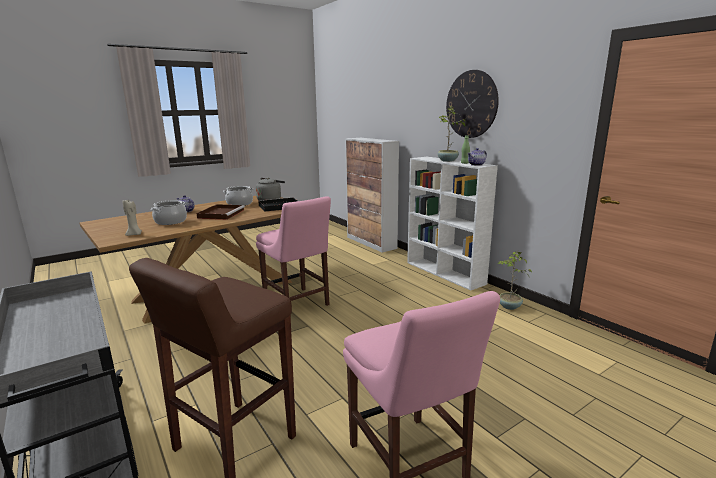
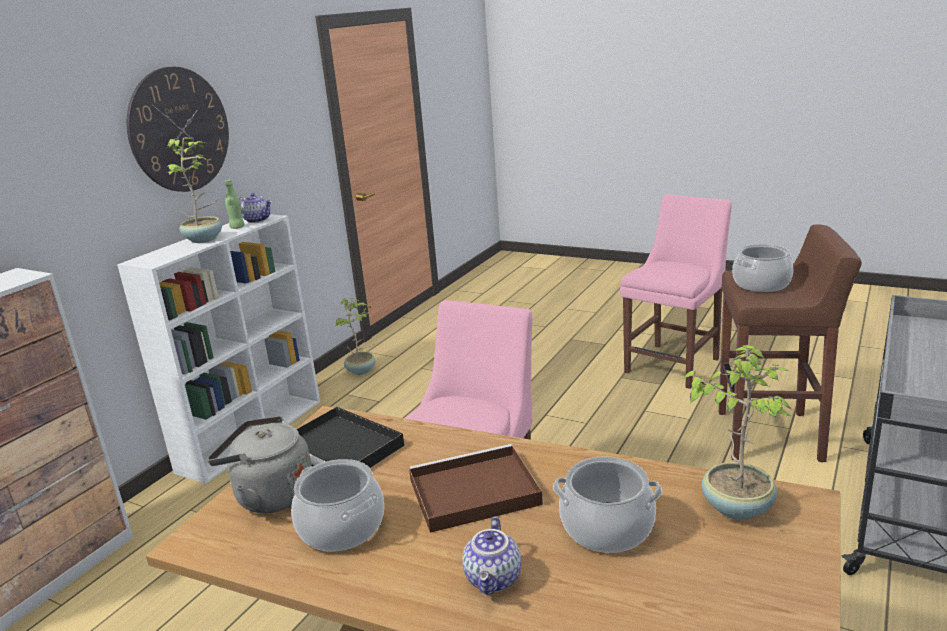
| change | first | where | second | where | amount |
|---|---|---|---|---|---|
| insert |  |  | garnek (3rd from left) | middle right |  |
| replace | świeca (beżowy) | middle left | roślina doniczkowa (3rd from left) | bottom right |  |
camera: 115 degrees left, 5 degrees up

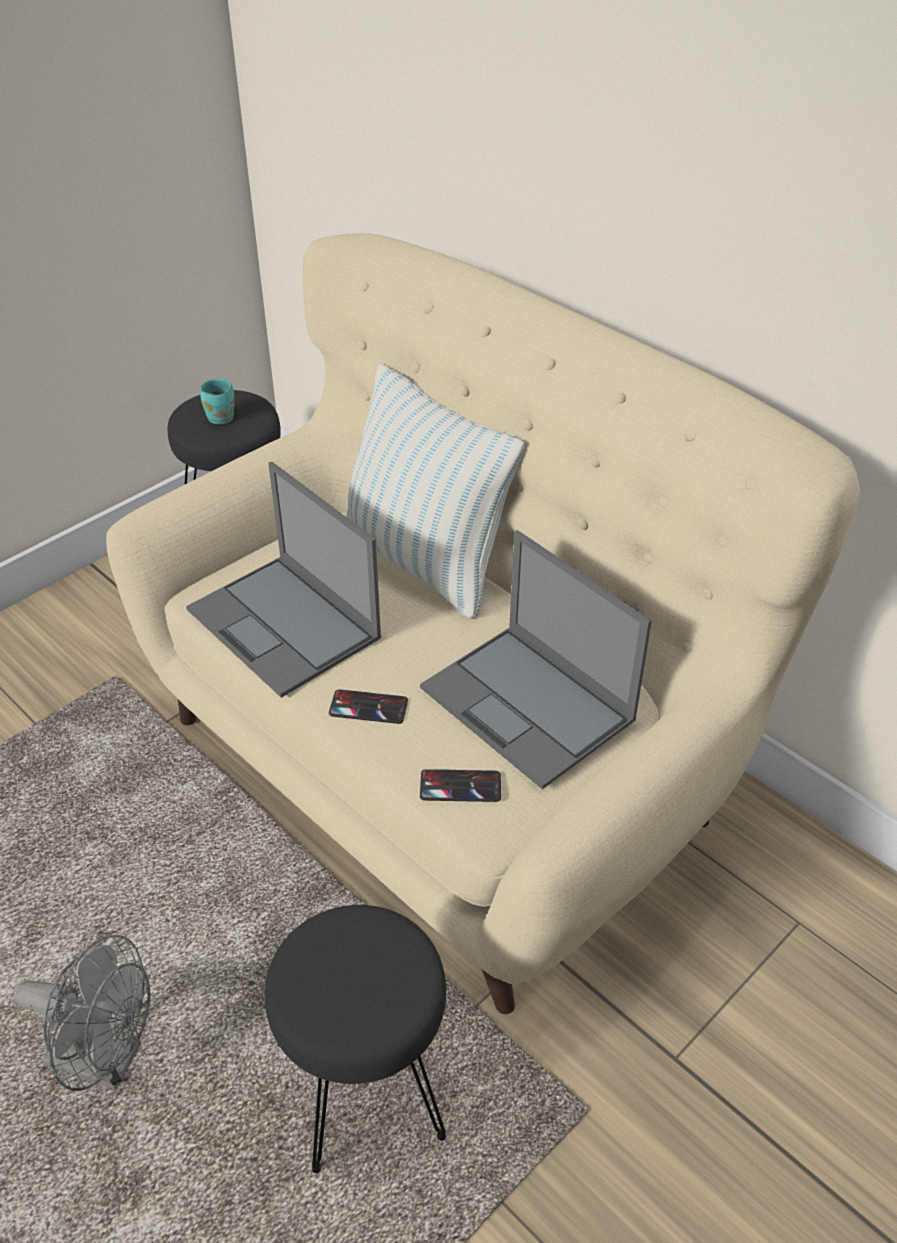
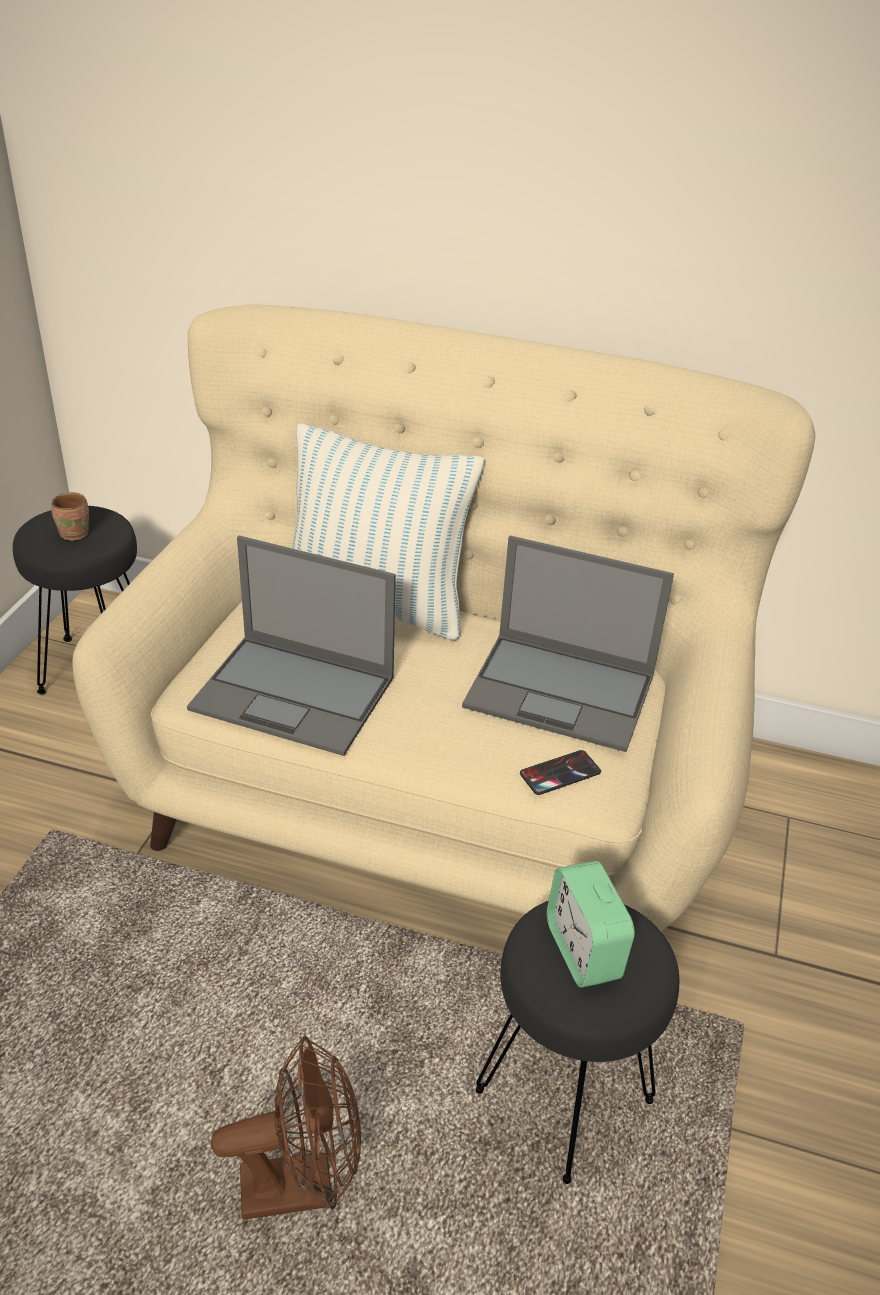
| change | first | where | second | where | amount |
|---|---|---|---|---|---|
| delete | telefon (1st from left) | centre |  |  |  |
| insert |  |  | budzik | bottom right |  |
| recolor | wentylator (szary) | bottom left | wentylator (brązowy) | bottom left |  |
| recolor | kubek (turkusowy) | top left | kubek (brązowy) | middle left |  |
camera: 30 degrees left, 5 degrees down

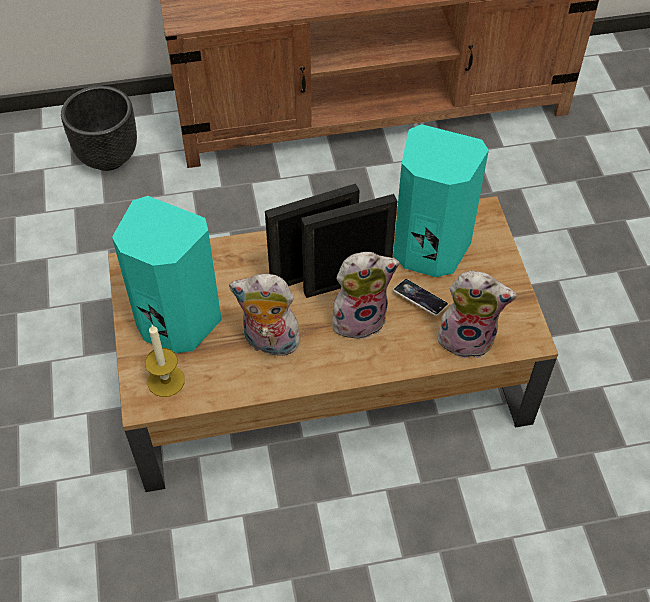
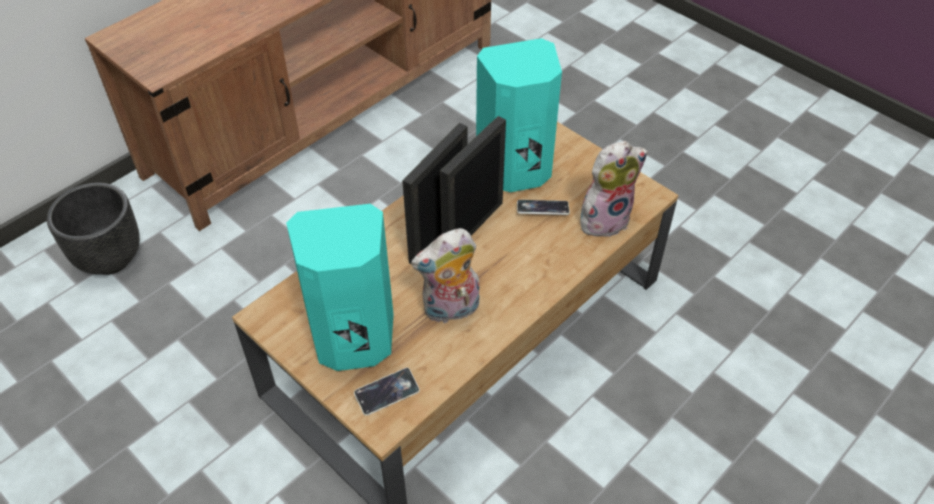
| change | first | where | second | where | amount |
|---|---|---|---|---|---|
| delete | pluszak (2nd from left) | centre |  |  |  |
| replace | świeca | middle left | telefon (1st from left) | bottom centre |  |
camera: 35 degrees left, 5 degrees down

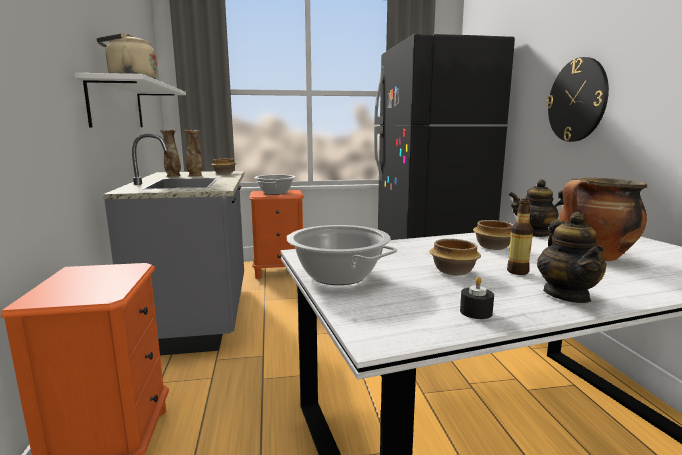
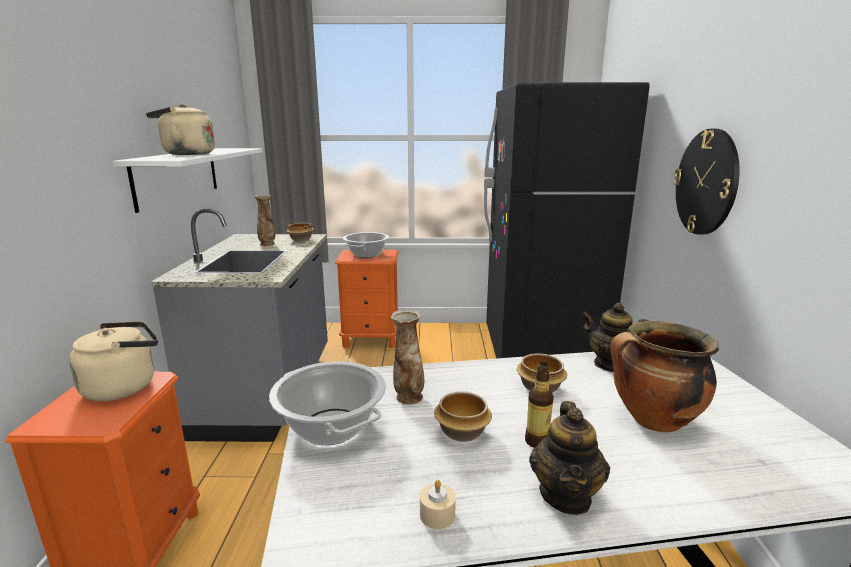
| change | first | where | second | where | amount |
|---|---|---|---|---|---|
| insert |  |  | czajnik (beżowy) (1st from left) | middle left |  |
| move | wazon (1st from left in the first image) | middle left | wazon (2nd from left) | centre |  |
| recolor | świeca (czarny) | middle right | świeca (beżowy) | bottom centre |  |
camera: 10 degrees right, 5 degrees up

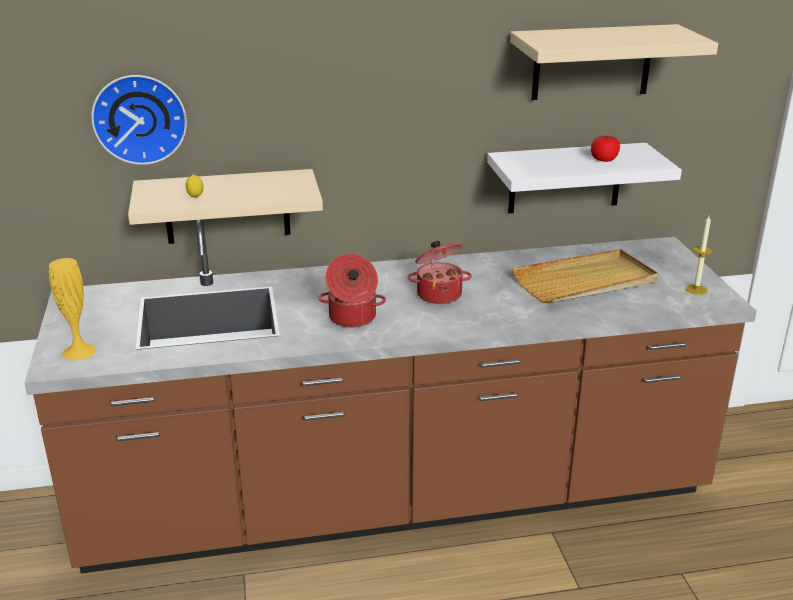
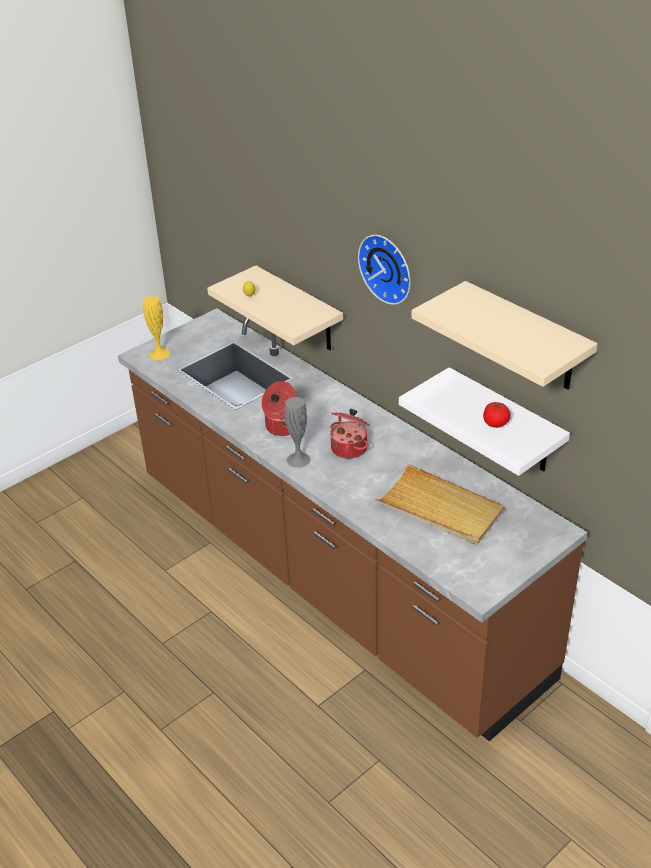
| change | first | where | second | where | amount |
|---|---|---|---|---|---|
| delete | świeca | middle right |  |  |  |
| insert |  |  | wazon (szary) | centre |  |
| move | zegar ścienny | top left |  | top centre |  |
camera: 60 degrees right, 10 degrees up

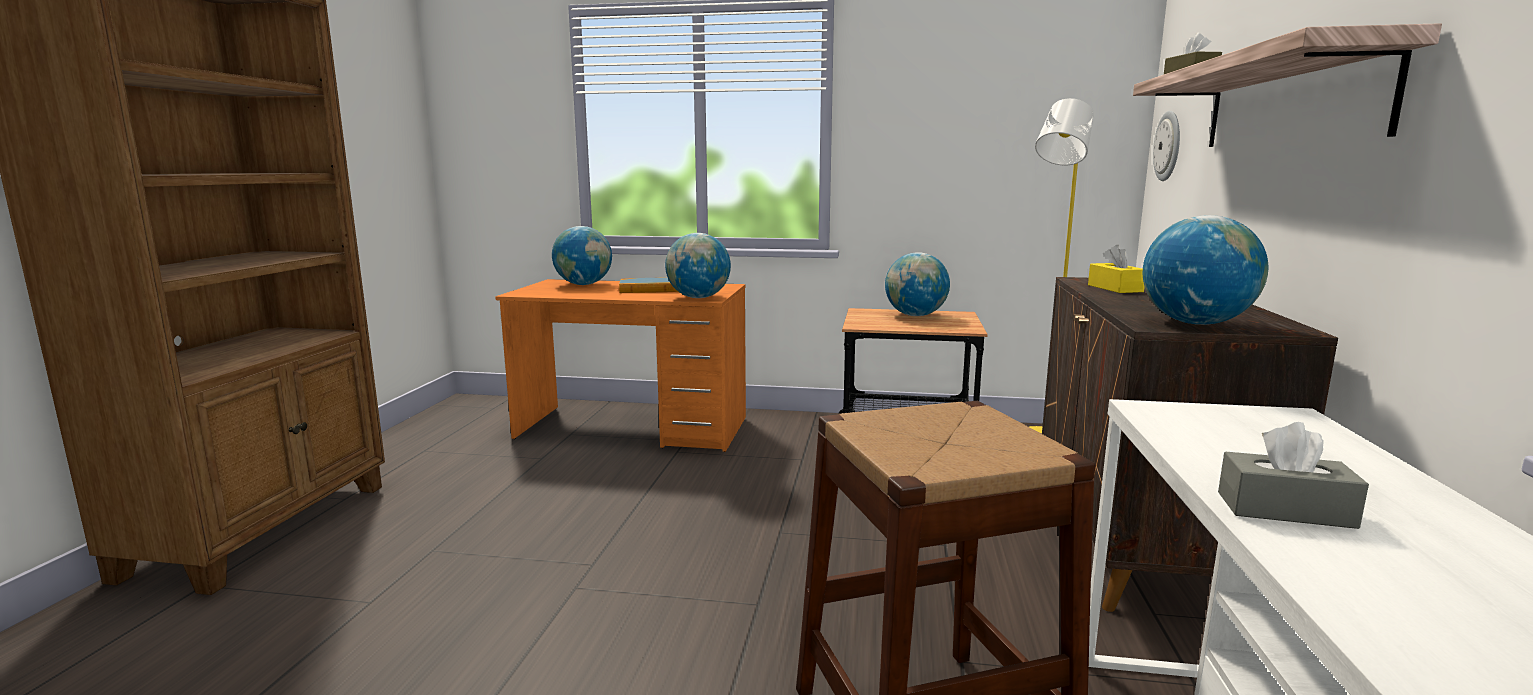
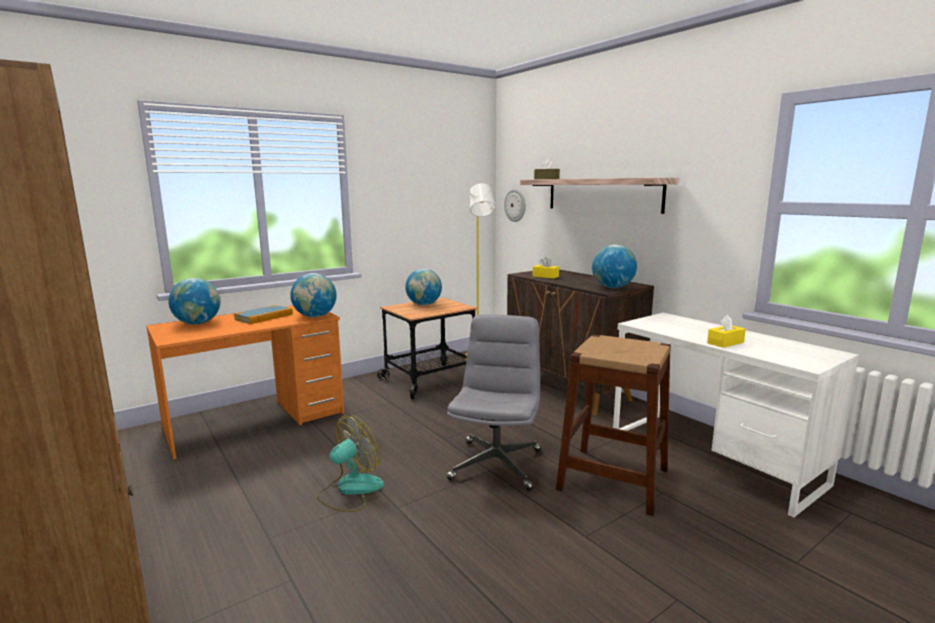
| change | first | where | second | where | amount |
|---|---|---|---|---|---|
| insert |  |  | wentylator | bottom centre |  |
| insert |  |  | krzesło biurowe (szary) | centre |  |
| recolor | pudełko chusteczek (szary) | bottom right | pudełko chusteczek (żółty) (2nd from left) | middle right |  |
camera: 45 degrees left, 0 degrees up

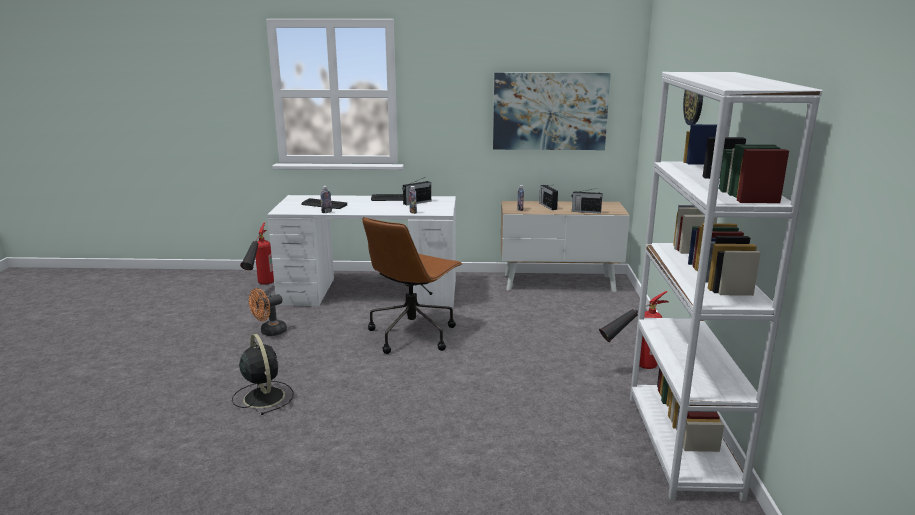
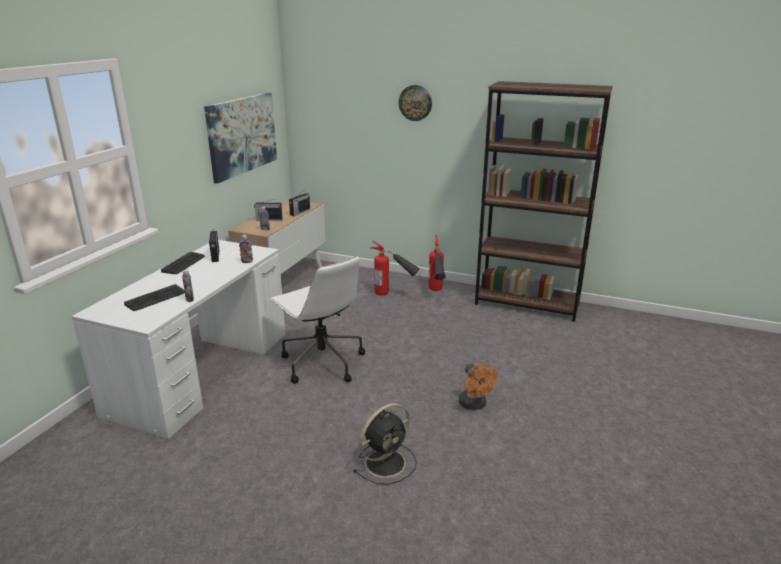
| change | first | where | second | where | amount |
|---|---|---|---|---|---|
| move | gaśnica (1st from left) | middle left |  | centre |  |
| move | wentylator (pomarańczowy) | middle left |  | bottom centre |  |
| recolor | krzesło biurowe (brązowy) | centre | krzesło biurowe (biały) | centre |  |
| recolor | regał (biały) | middle right | regał (brązowy) | middle right |  |
| rotate | wentylator (czarny) | bottom left |  | bottom centre | 150 degrees clockwise |
camera: 70 degrees left, 5 degrees up

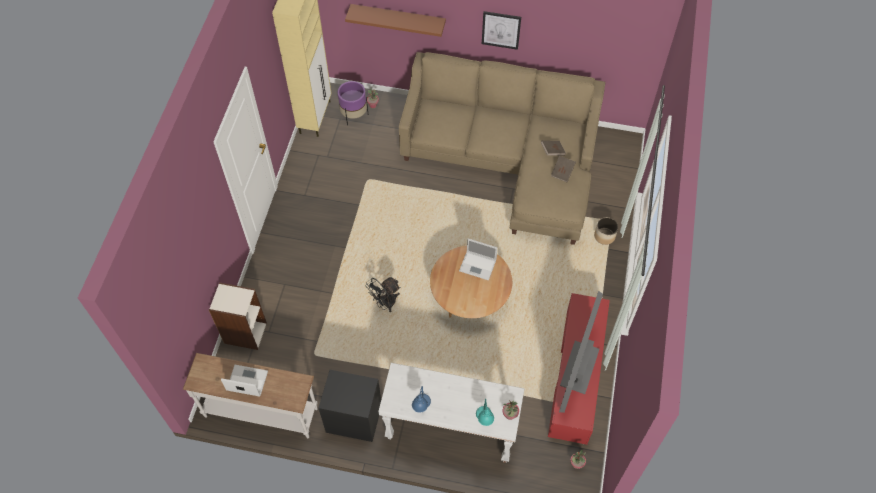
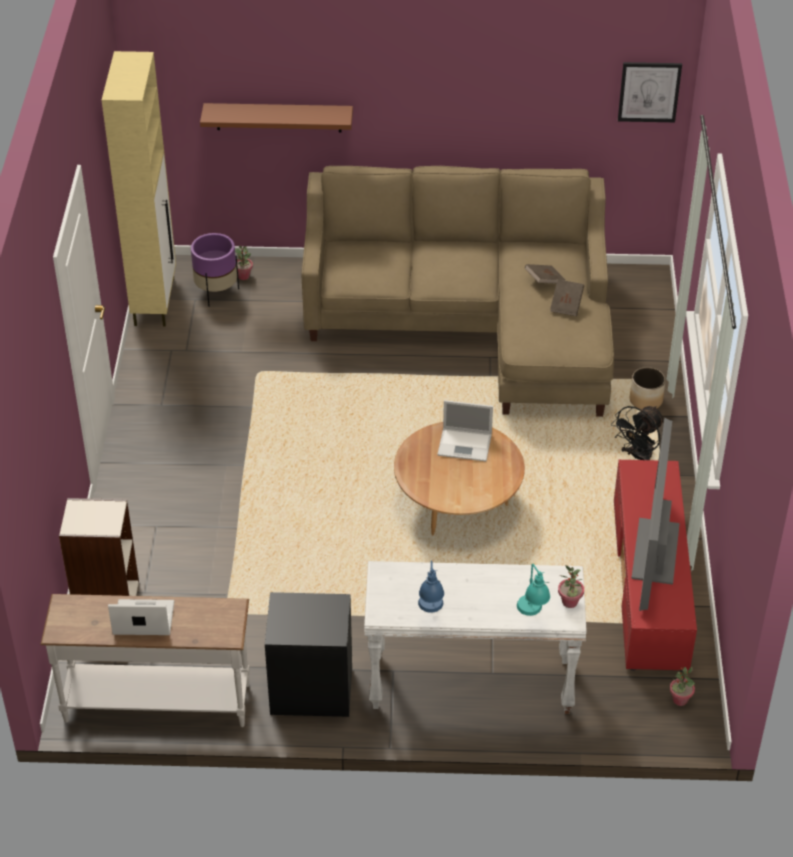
| change | first | where | second | where | amount |
|---|---|---|---|---|---|
| move | wentylator (czarny) | centre |  | middle right |  |
| move | obraz | top centre |  | top right |  |
camera: 10 degrees left, 15 degrees down

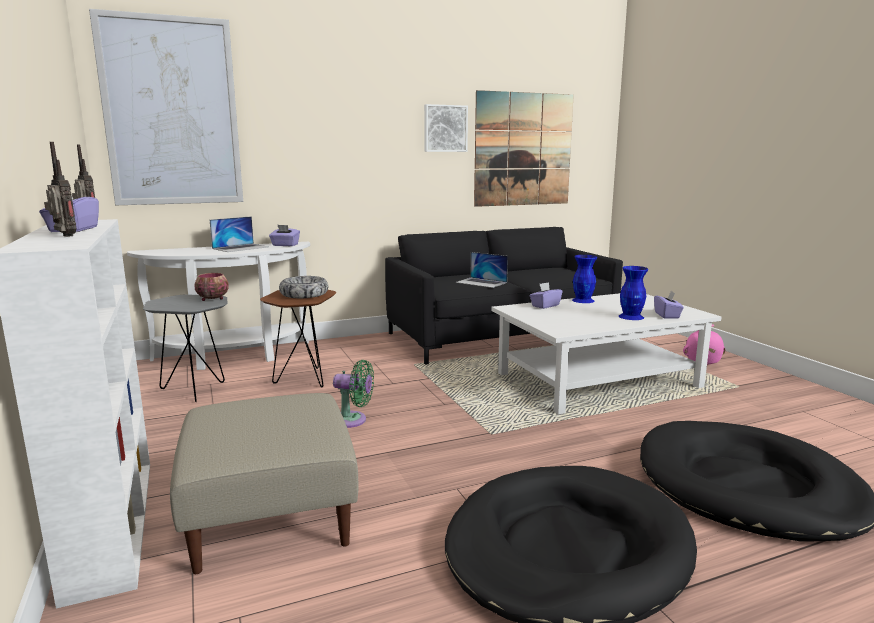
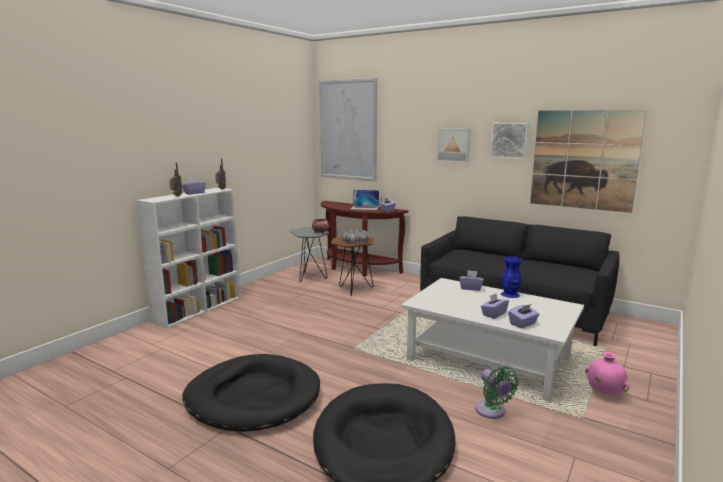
| change | first | where | second | where | amount |
|---|---|---|---|---|---|
| delete | pufa (beżowy) | bottom left |  |  |  |
| delete | laptop (2nd from left) | centre |  |  |  |
| insert |  |  | obraz (2nd from left) | top centre |  |
| move | wentylator (zielony) | centre |  | bottom right |  |
| replace | wazon (niebieski) (2nd from left) | middle right | pudełko chusteczek (fioletowy) (4th from left) | middle right |  |
| recolor | stolik konsolowy (biały) | middle left | stolik konsolowy (brązowy) | centre |  |
camera: 55 degrees right, 0 degrees up

